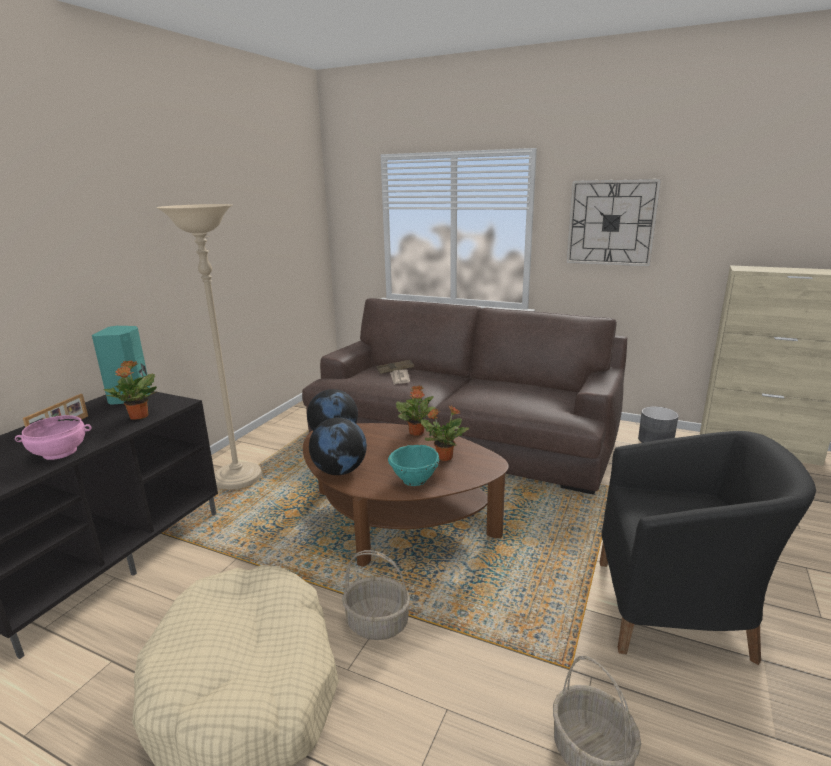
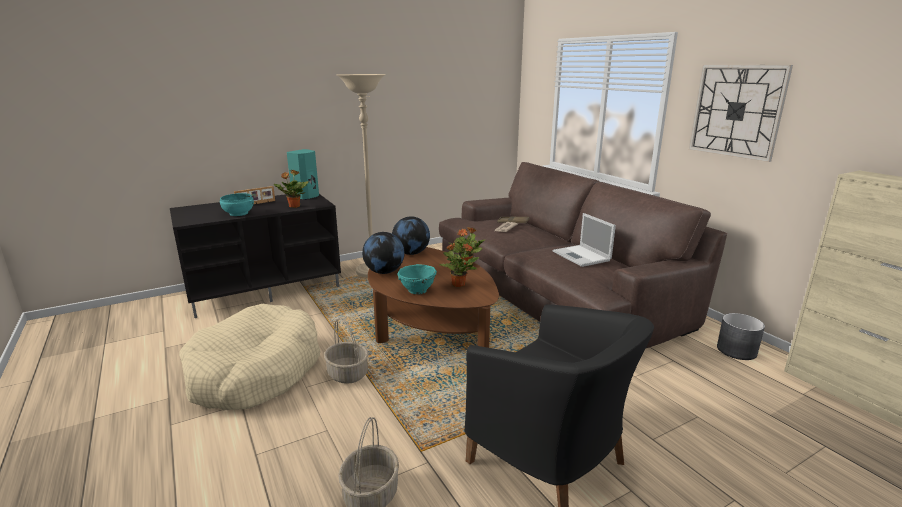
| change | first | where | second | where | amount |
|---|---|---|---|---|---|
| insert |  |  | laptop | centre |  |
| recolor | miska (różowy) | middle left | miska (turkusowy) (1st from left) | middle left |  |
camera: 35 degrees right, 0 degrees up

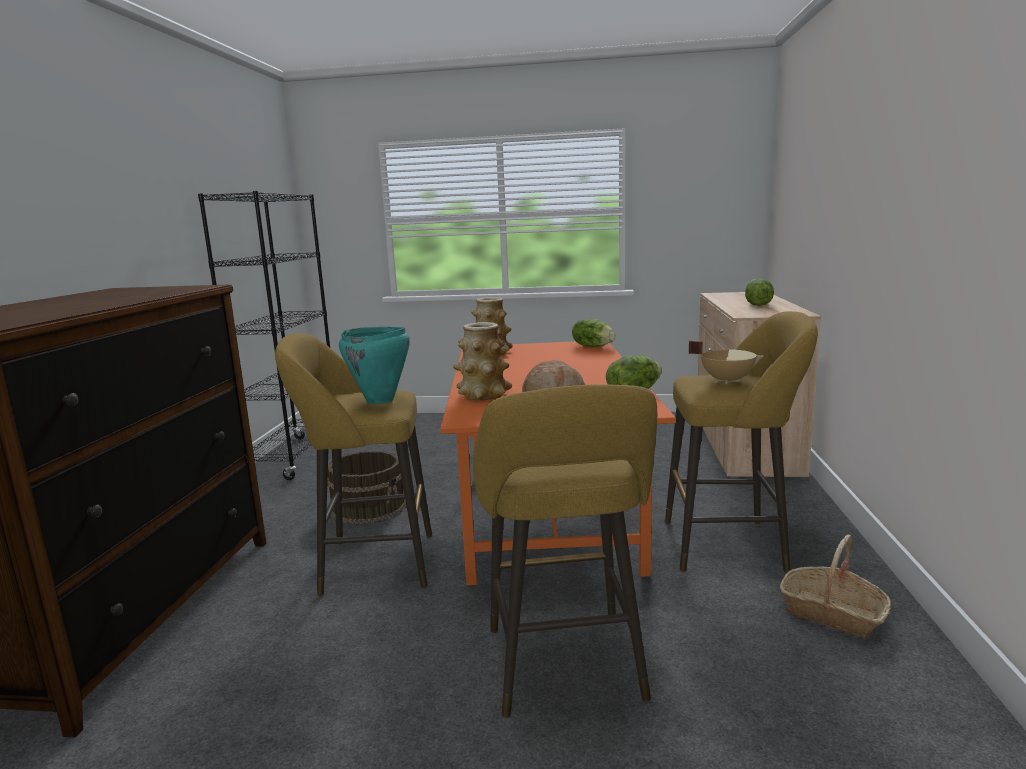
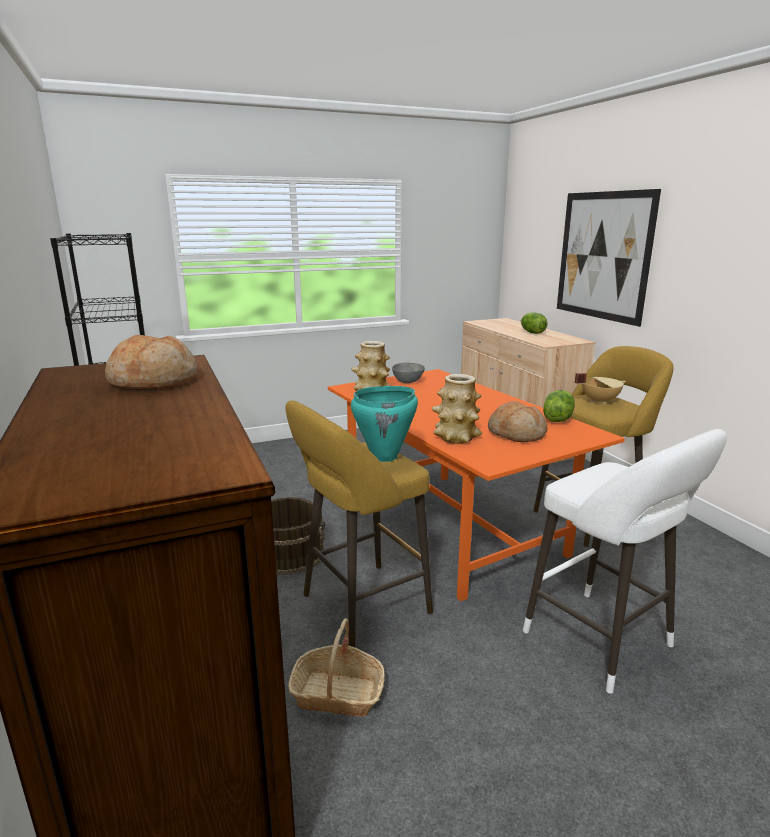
| change | first | where | second | where | amount |
|---|---|---|---|---|---|
| delete | sałata (1st from left) | centre |  |  |  |
| insert |  |  | chleb (1st from left) | middle left |  |
| insert |  |  | miska (szary) | centre |  |
| insert |  |  | obraz | top right |  |
| move | koszyk | bottom right |  | bottom centre |  |
| recolor | stołek (żółty) (2nd from left) | bottom centre | stołek (biały) | bottom right |  |
camera: 30 degrees left, 5 degrees up

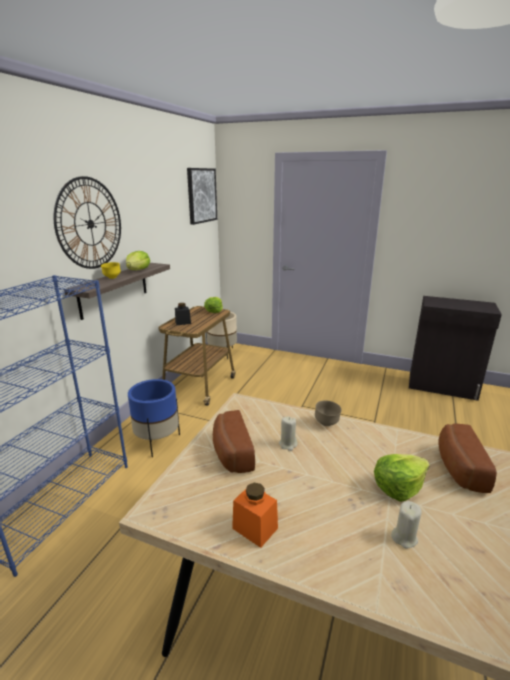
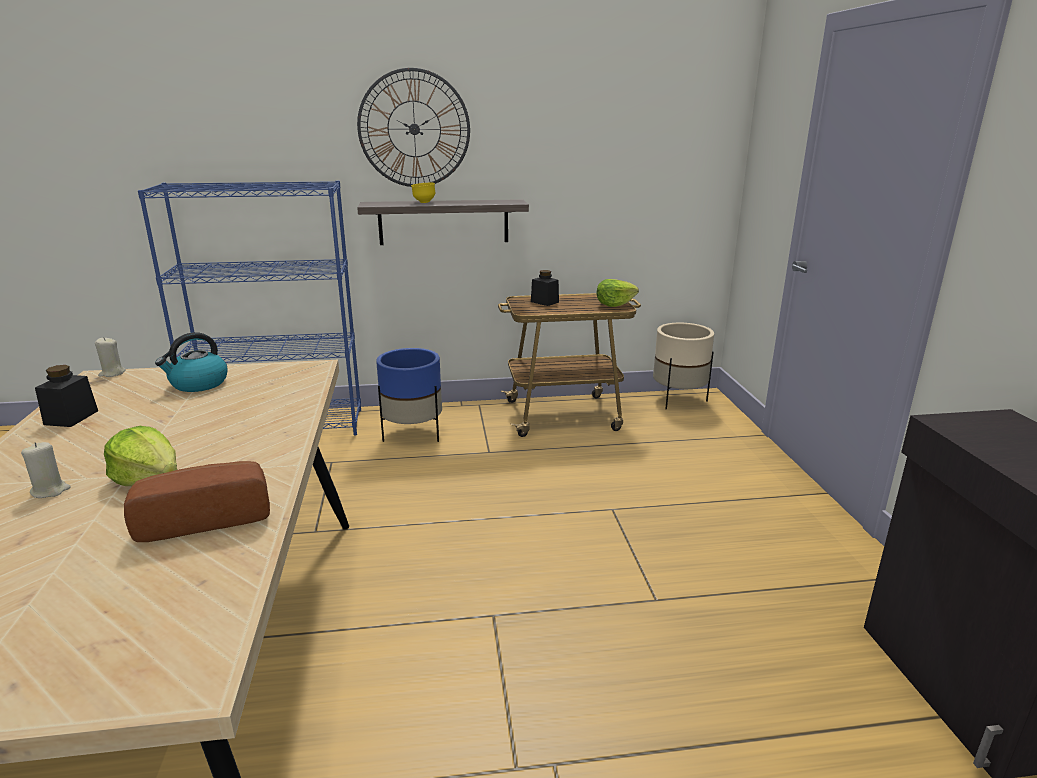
| change | first | where | second | where | amount |
|---|---|---|---|---|---|
| delete | sałata (1st from left) | middle left |  |  |  |
| delete | obraz | top centre |  |  |  |
| delete | miska (brązowy) | centre |  |  |  |
| move | świeca (beżowy) (1st from left in the first image) | centre | świeca (beżowy) (2nd from left) | middle left |  |
| replace | chleb (1st from left) | centre | czajnik | middle left |  |
| recolor | słoik (pomarańczowy) | bottom centre | słoik (czarny) (1st from left) | middle left |  |
camera: 60 degrees right, 0 degrees up

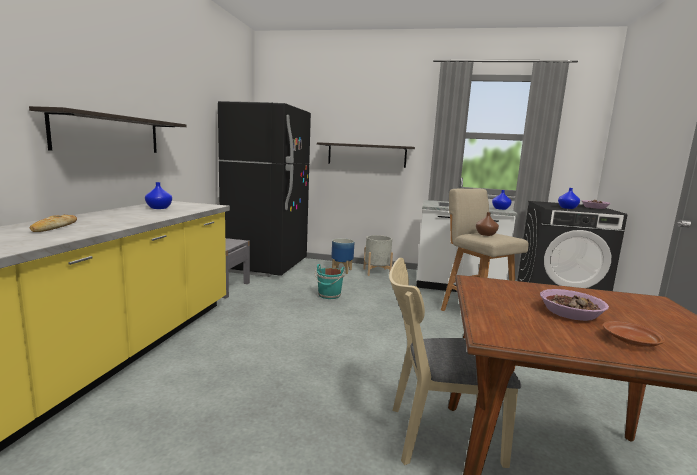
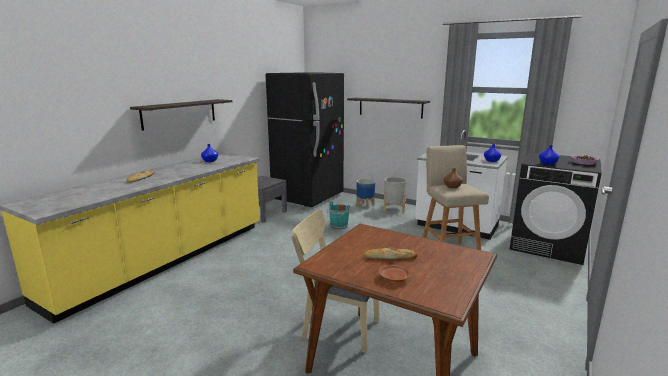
| change | first | where | second | where | amount |
|---|---|---|---|---|---|
| replace | miska (1st from left) | middle right | chleb (2nd from left) | bottom centre |  |
camera: 20 degrees right, 5 degrees up

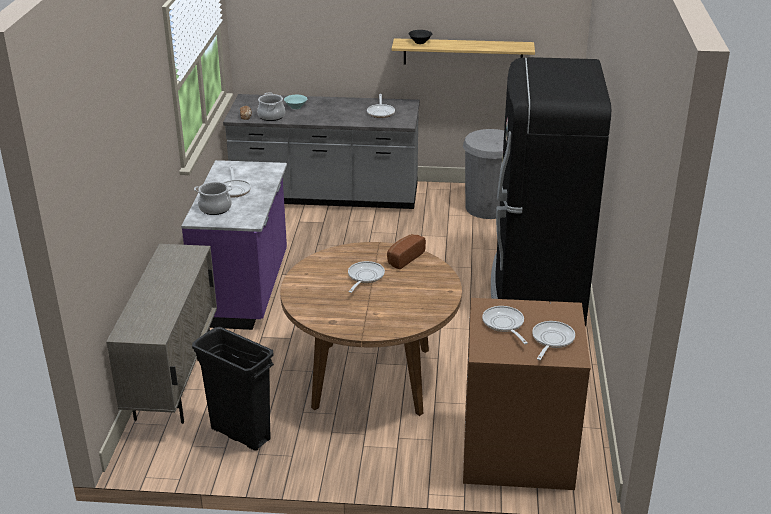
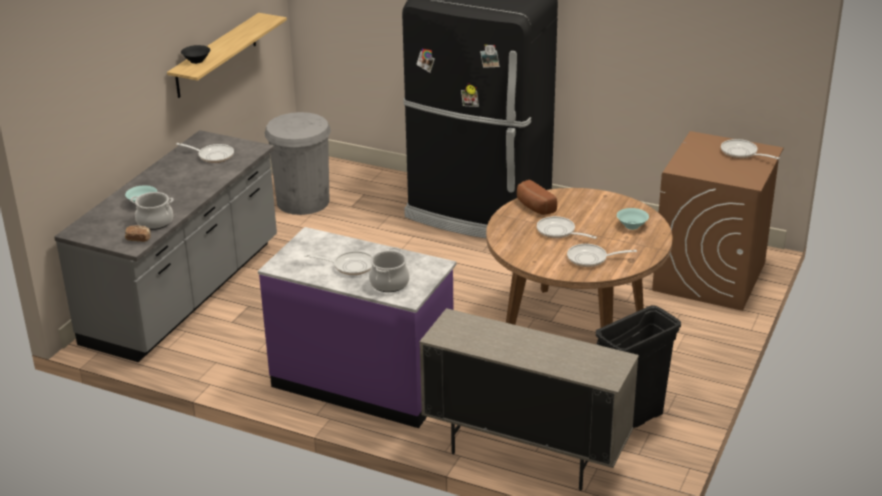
| change | first | where | second | where | amount |
|---|---|---|---|---|---|
| insert |  |  | miska (turkusowy) (2nd from left) | middle right |  |
| move | patelnia (4th from left) | centre |  | middle right |  |
camera: 70 degrees left, 0 degrees up

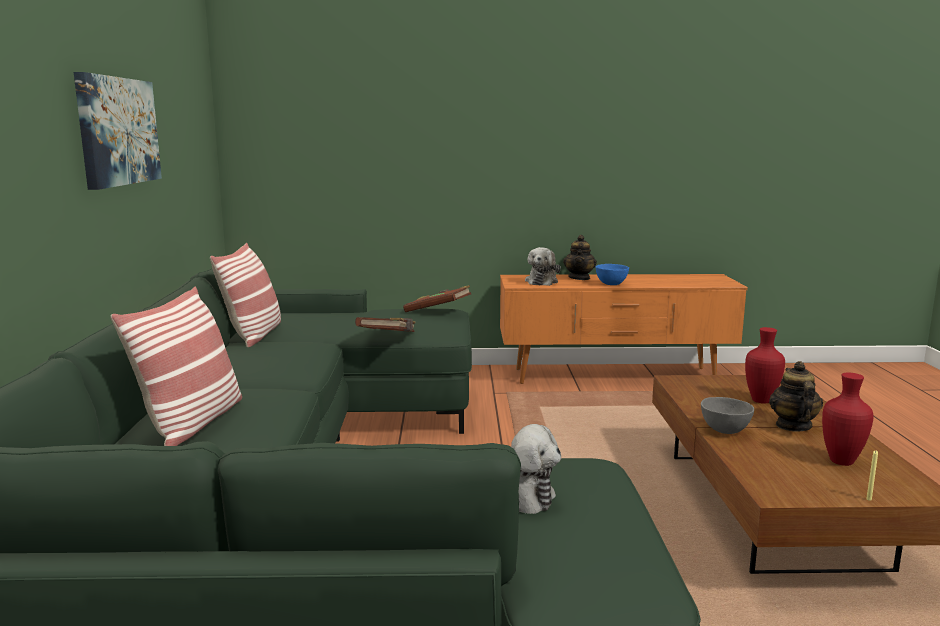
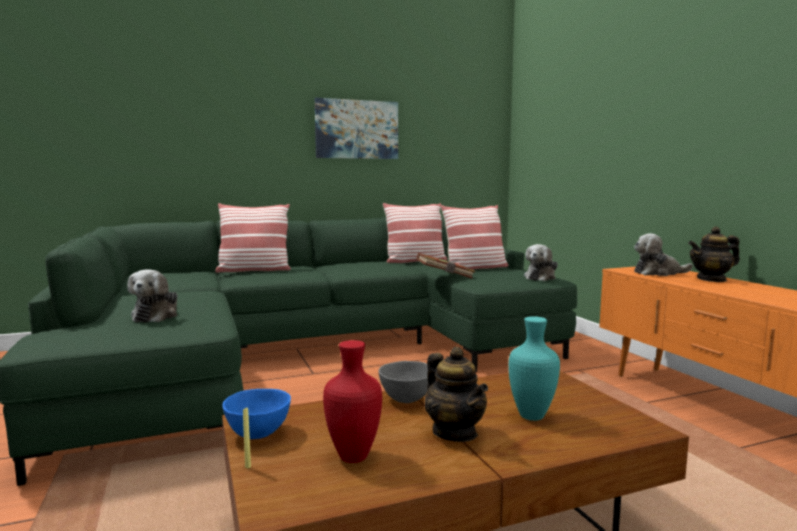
| change | first | where | second | where | amount |
|---|---|---|---|---|---|
| insert |  |  | poduszka (3rd from left) | centre |  |
| move | miska (niebieski) | centre |  | bottom left |  |
| replace | książka (brązowy) (2nd from left) | centre | pluszak (2nd from left) | middle right |  |
| recolor | wazon (czerwony) (1st from left) | middle right | wazon (turkusowy) | bottom right |  |
| rotate | imbryk (2nd from left in the first image) | middle right | imbryk (1st from left) | bottom centre | 75 degrees clockwise |
camera: 70 degrees right, 5 degrees down

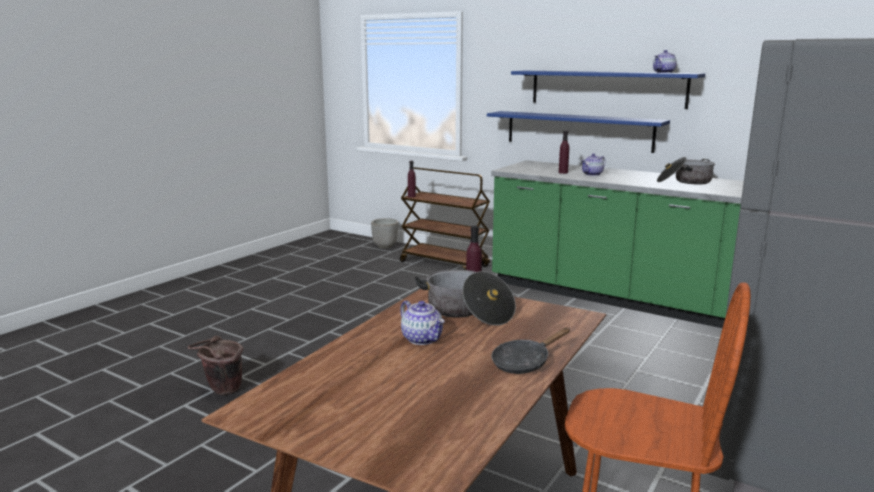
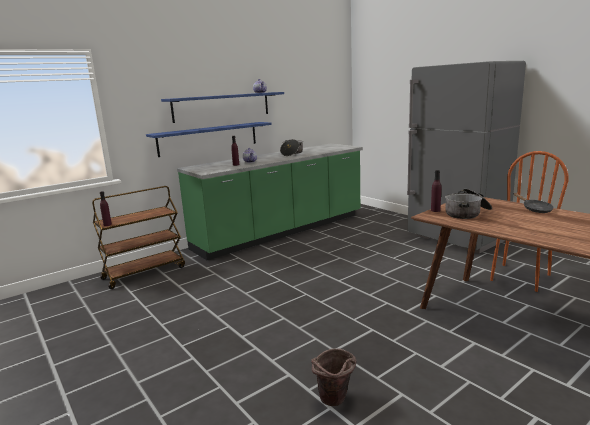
| change | first | where | second | where | amount |
|---|---|---|---|---|---|
| delete | donica | centre |  |  |  |
| delete | imbryk (1st from left) | centre |  |  |  |
camera: 70 degrees left, 0 degrees up

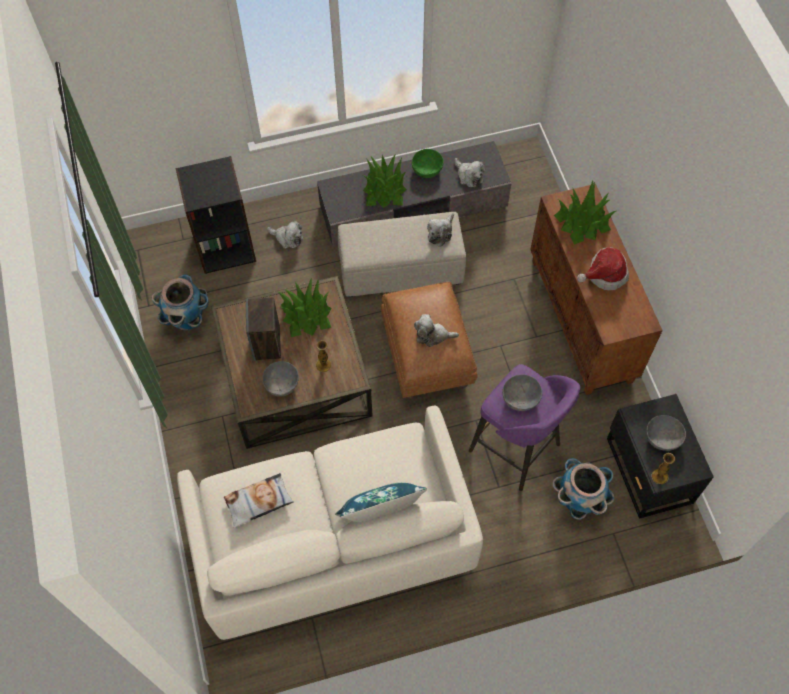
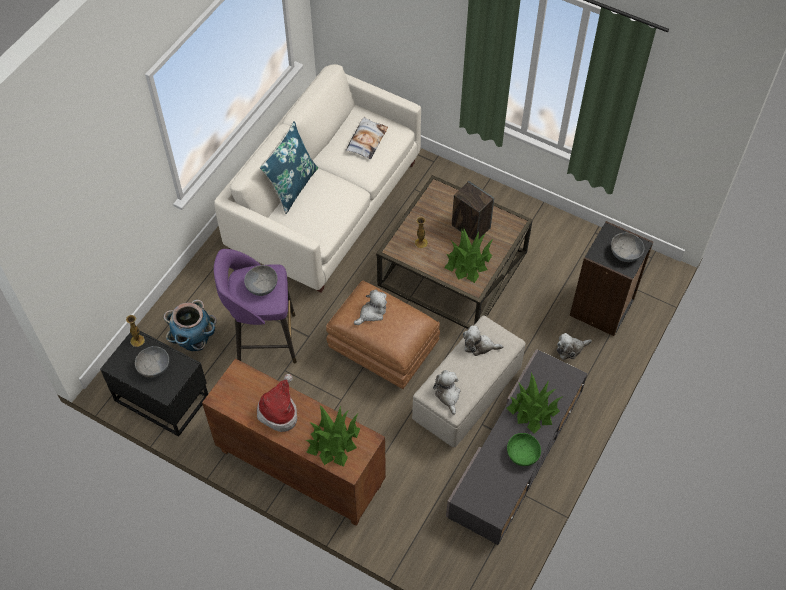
| change | first | where | second | where | amount |
|---|---|---|---|---|---|
| delete | donica (1st from left) | middle left |  |  |  |
| move | miska (szary) (1st from left in the first image) | centre | miska (szary) (3rd from left) | middle right |  |
| move | pluszak (4th from left in the first image) | top centre | pluszak (3rd from left) | centre |  |
camera: 135 degrees right, 5 degrees down

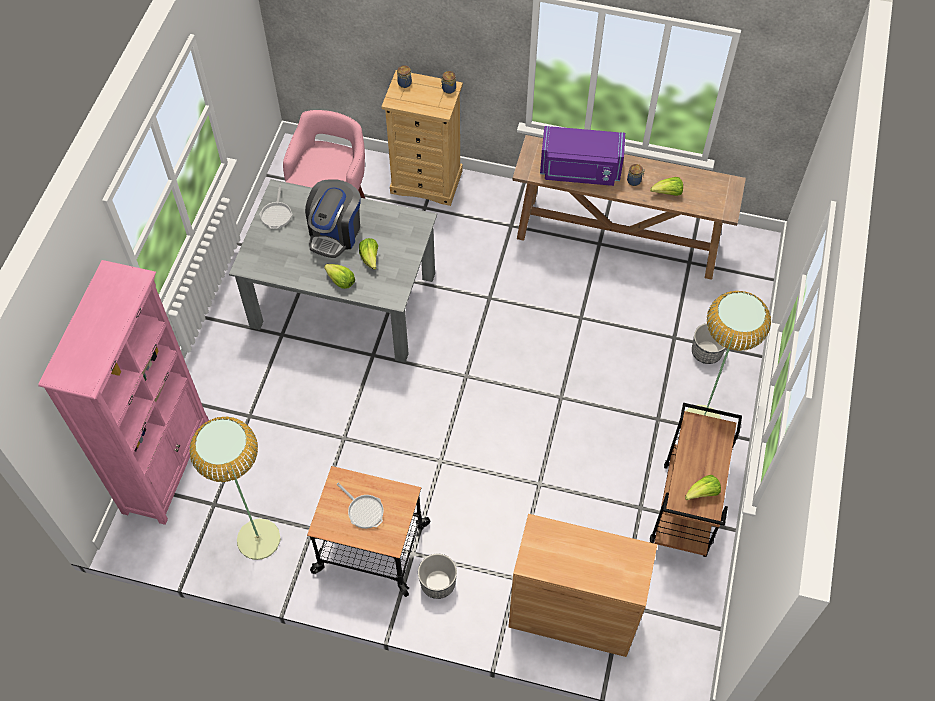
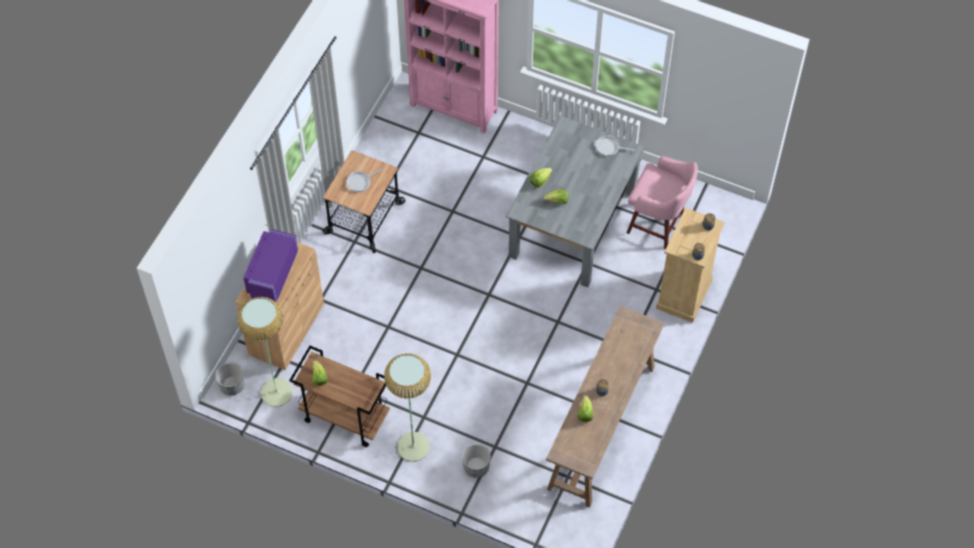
| change | first | where | second | where | amount |
|---|---|---|---|---|---|
| delete | ekspres do kawy | top centre |  |  |  |
| move | lampa stojąca (1st from left) | bottom left |  | middle left |  |
| move | donica (1st from left) | bottom centre |  | bottom left |  |
| move | mikrofalówka (fioletowy) | top centre |  | middle left |  |
camera: 100 degrees right, 0 degrees up

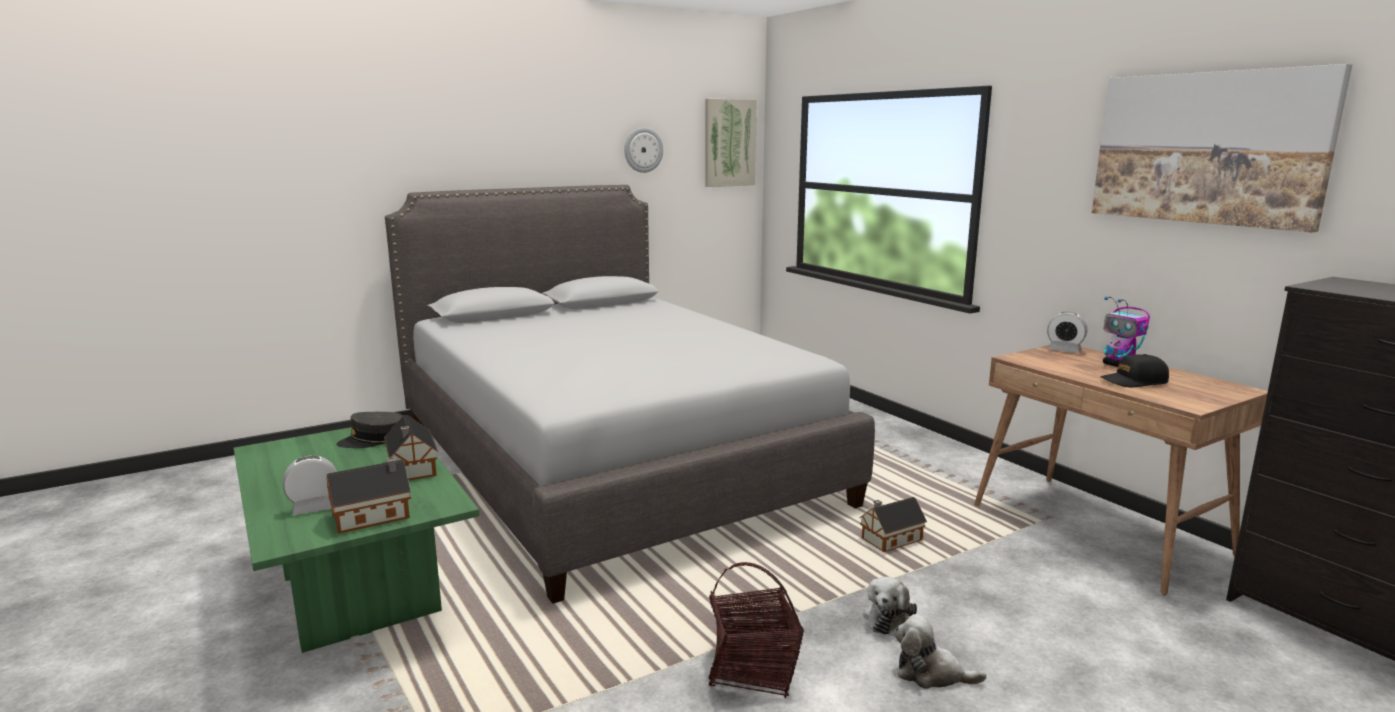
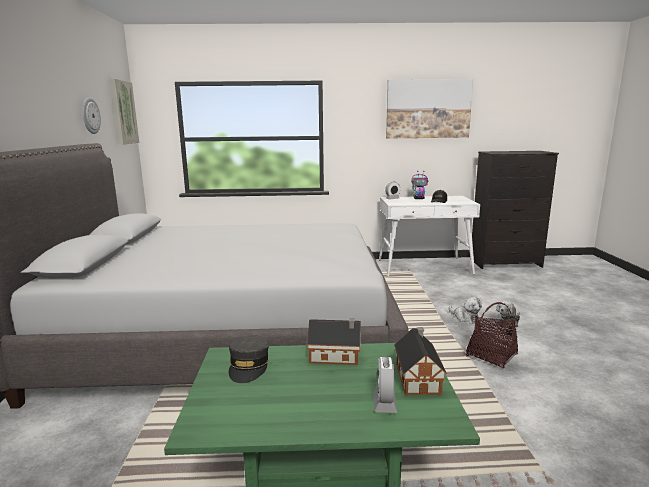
| change | first | where | second | where | amount |
|---|---|---|---|---|---|
| delete | domek (3rd from left) | bottom centre |  |  |  |
| recolor | biurko (brązowy) | middle right | biurko (biały) | centre |  |
camera: 60 degrees left, 0 degrees up

